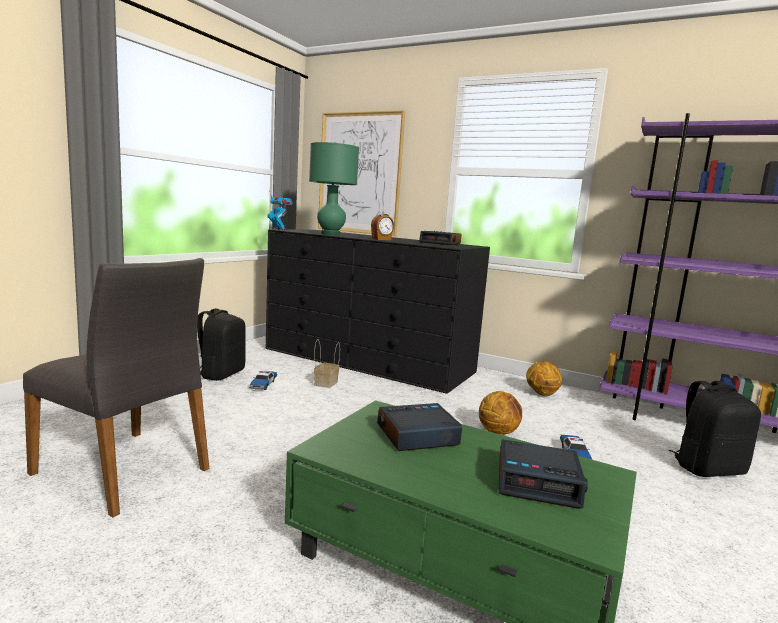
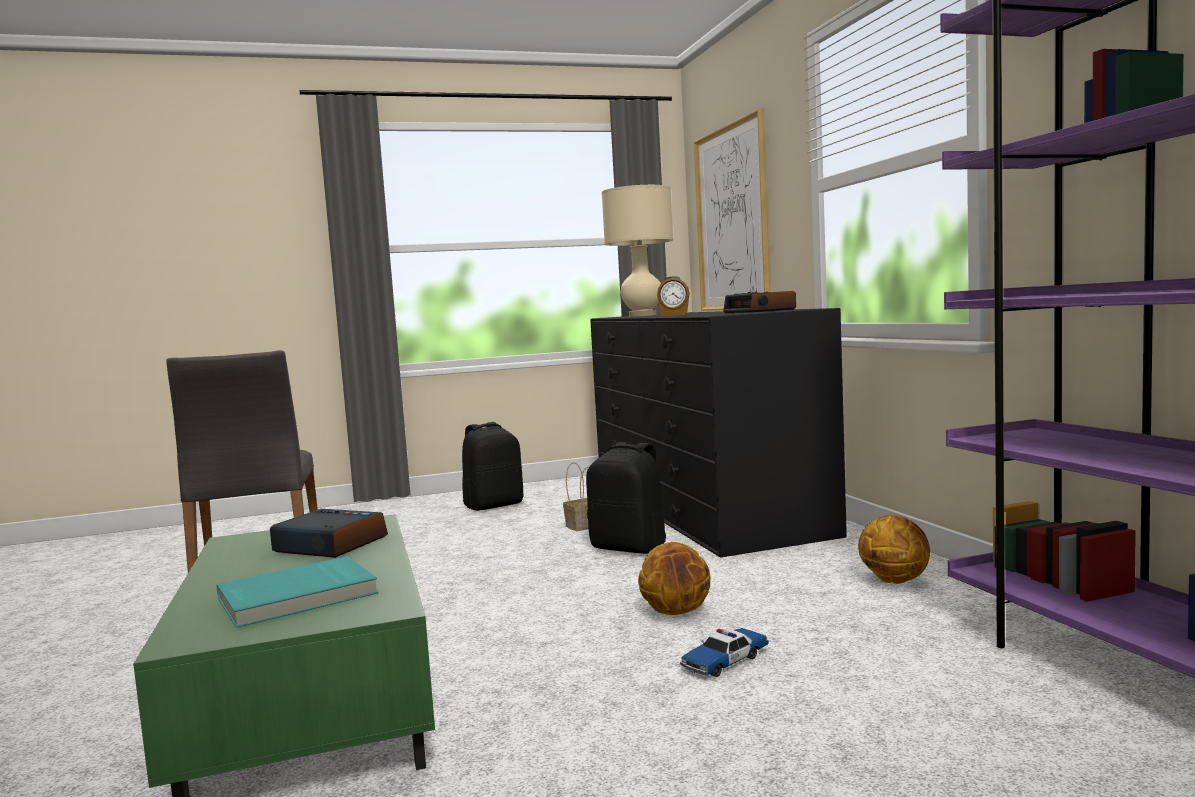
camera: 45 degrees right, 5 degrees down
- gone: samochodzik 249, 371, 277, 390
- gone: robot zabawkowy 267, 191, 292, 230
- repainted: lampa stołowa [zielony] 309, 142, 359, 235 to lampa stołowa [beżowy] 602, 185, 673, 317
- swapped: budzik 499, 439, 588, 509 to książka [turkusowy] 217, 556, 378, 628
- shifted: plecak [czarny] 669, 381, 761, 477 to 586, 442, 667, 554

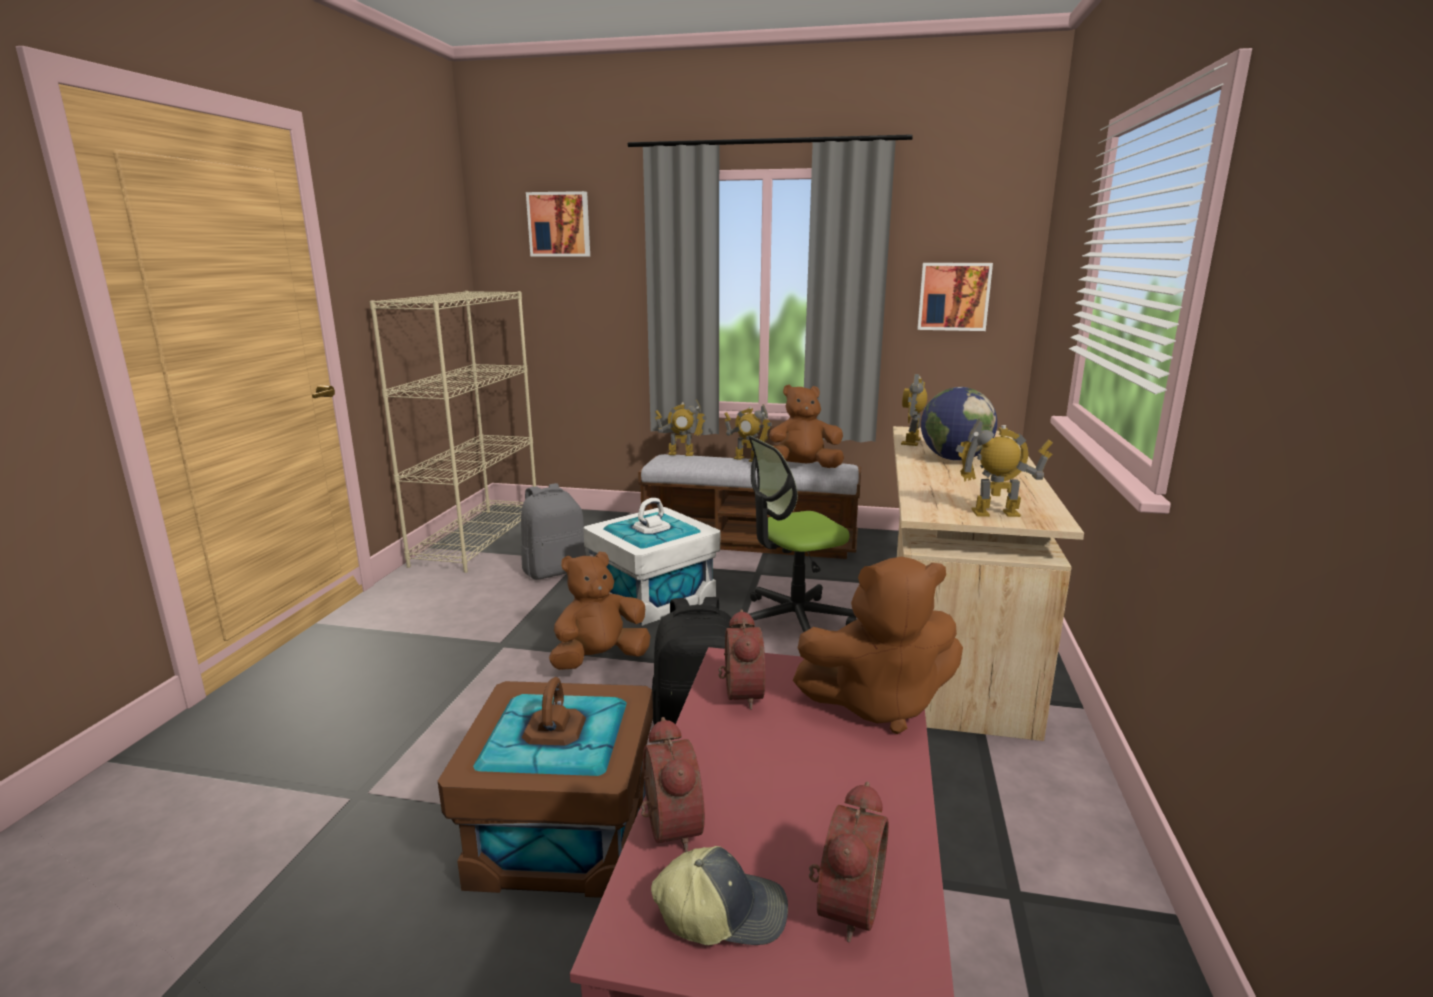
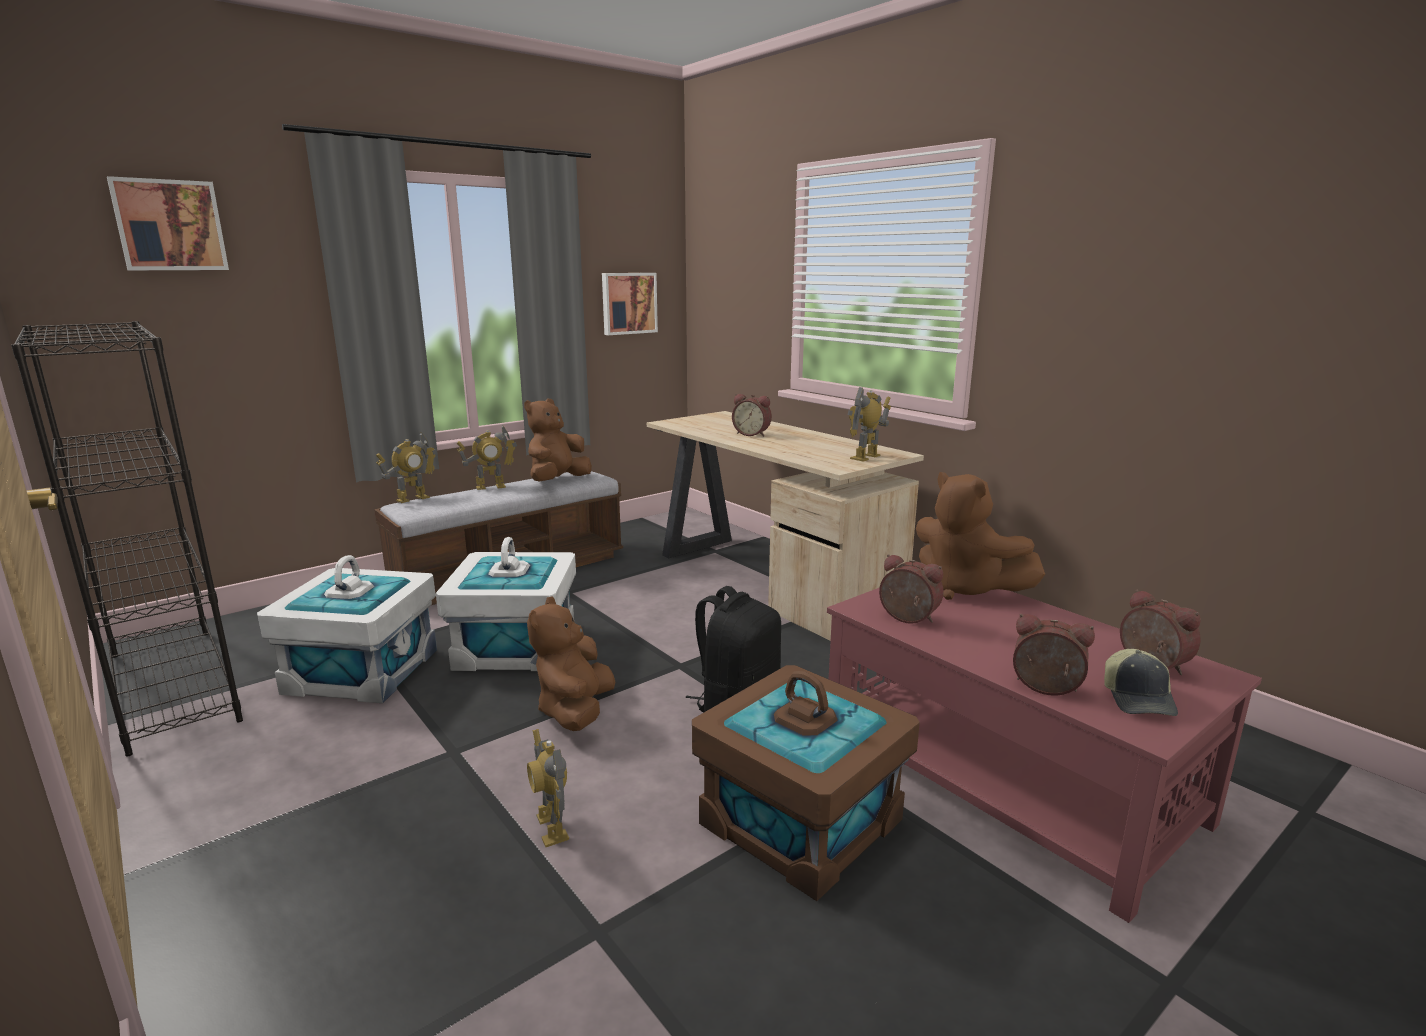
camera: 50 degrees left, 0 degrees up
- repainted: regał [beżowy] 370, 291, 536, 573 to regał [czarny] 11, 321, 243, 757
- swapped: plecak [szary] 521, 483, 586, 580 to pojemnik do przechowywania [biały] 257, 555, 437, 703
- rotated: czapka z daszkiem 651, 846, 788, 945 = 1104, 649, 1178, 716 150 degrees clockwise
- gone: krzesło biurowe 748, 435, 857, 632
- rotated: pluszak [brązowy] 793, 557, 963, 734 = 916, 472, 1045, 600 105 degrees clockwise
- shifted: robot zabawkowy 901, 374, 927, 446 to 527, 729, 569, 847
- swapped: globus 921, 387, 997, 461 to budzik 732, 394, 772, 437

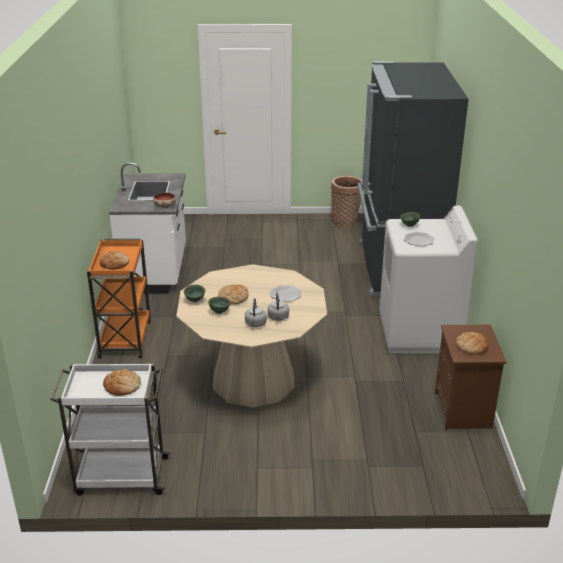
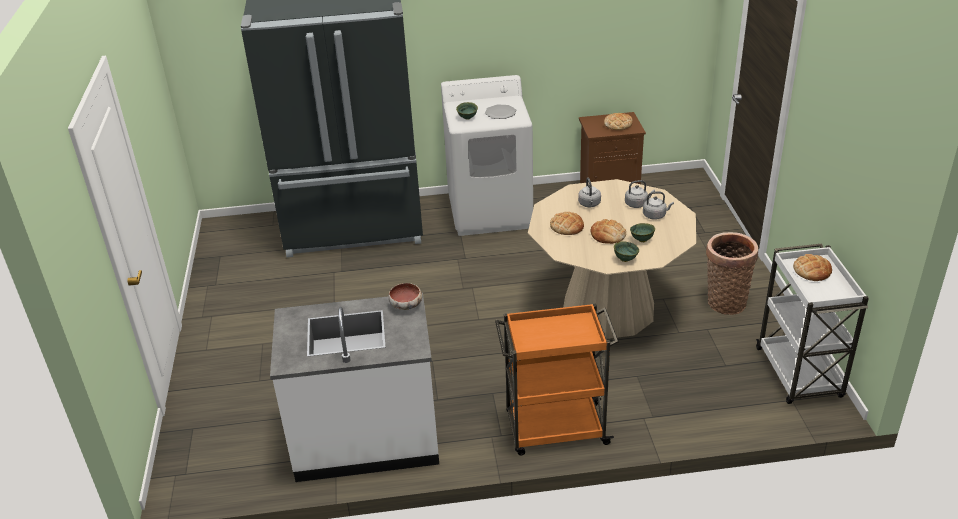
camera: 95 degrees left, 5 degrees up
- shifted: chleb 99, 251, 130, 270 to 550, 212, 584, 235
- swapped: talerz 271, 285, 301, 302 to czajnik [szary] 578, 178, 601, 207
- shifted: koszyk 331, 176, 364, 228 to 706, 232, 758, 315

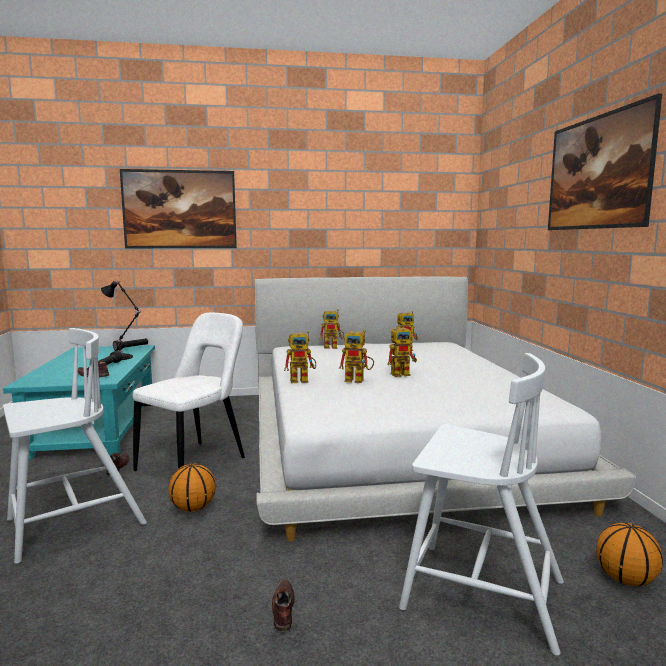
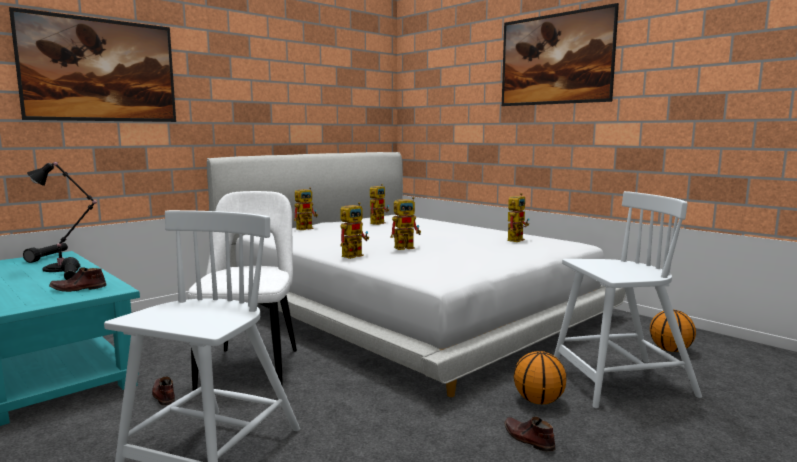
camera: 35 degrees left, 0 degrees up
- shifted: piłka do koszykówki 168, 464, 216, 512 to 514, 351, 566, 404
- shifted: robot zabawkowy 388, 326, 417, 377 to 508, 193, 530, 242

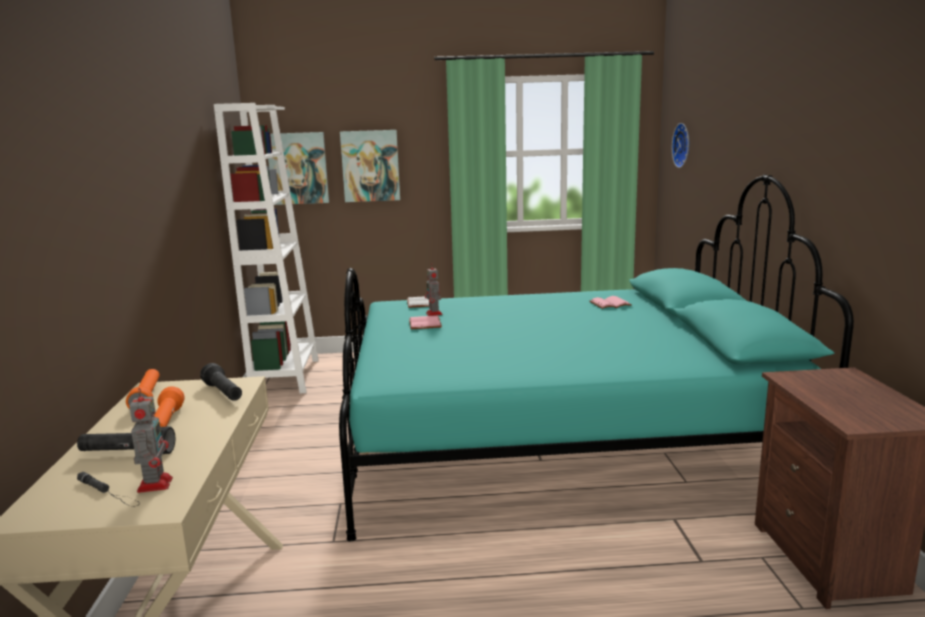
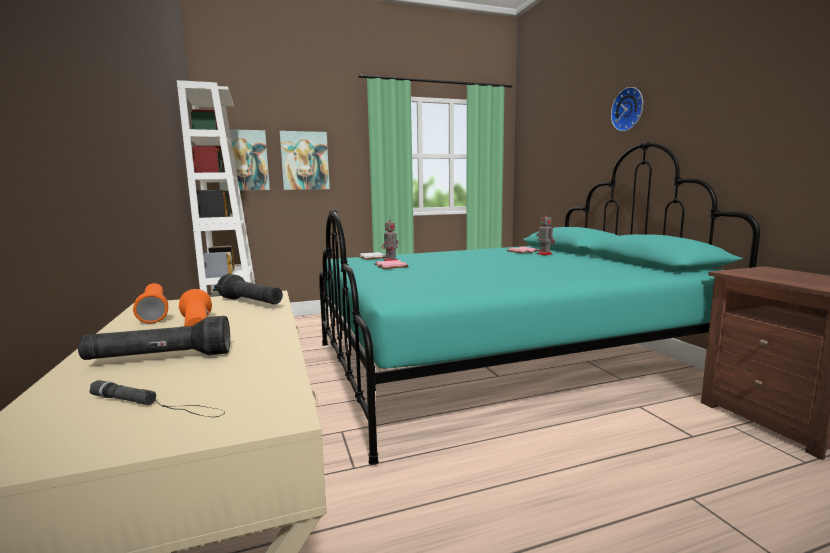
camera: 15 degrees left, 5 degrees down
- shifted: robot zabawkowy 129, 388, 173, 493 to 537, 212, 555, 255
- shifted: zegar ścienny 672, 123, 689, 168 to 611, 87, 643, 131

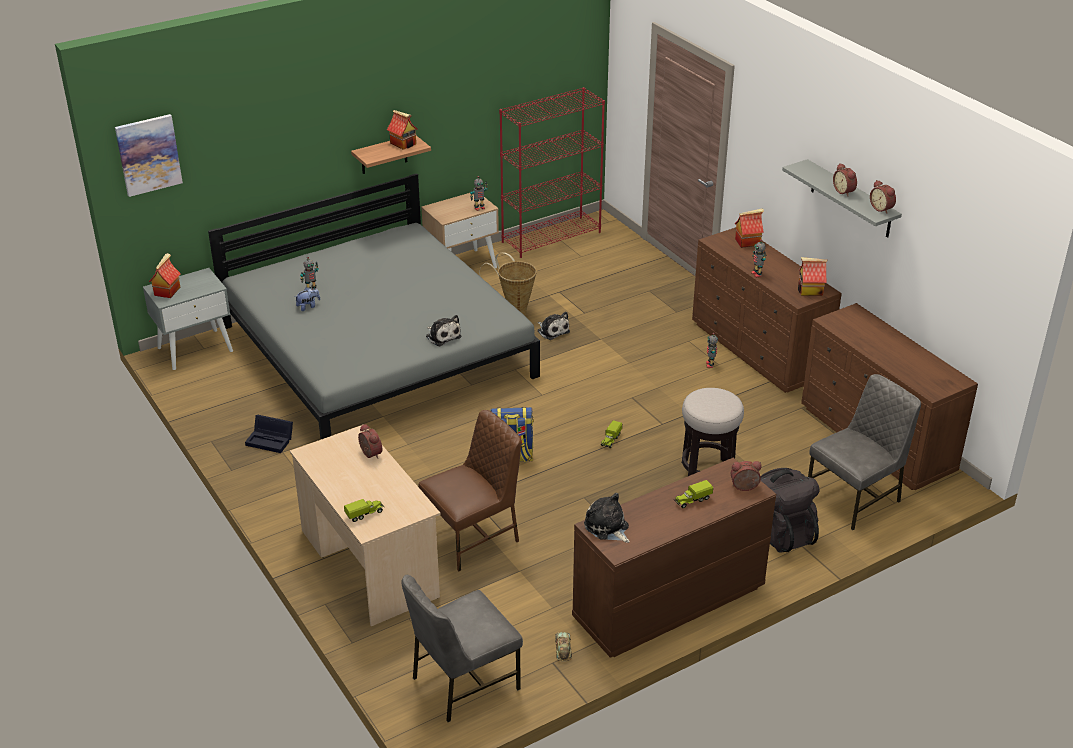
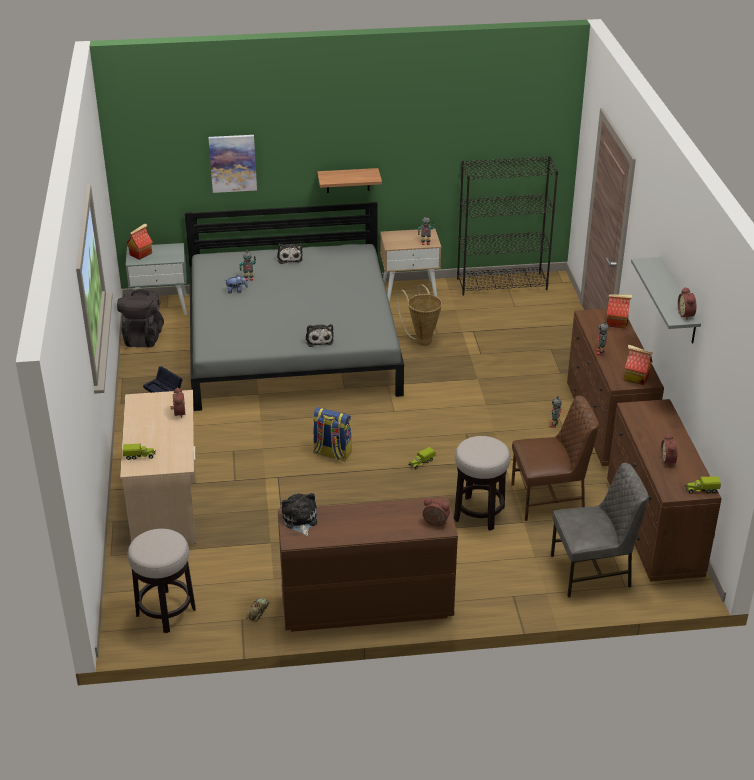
camera: 25 degrees right, 0 degrees up
- shifted: obraz 115, 114, 183, 197 to 208, 135, 257, 193
- gone: domek 387, 110, 418, 150
- swapped: krzesło [szary] 401, 575, 523, 722 to stołek 128, 529, 196, 633
- shifted: krzesło [brązowy] 418, 410, 521, 571 to 511, 395, 599, 521
- repainted: regał [czerwony] 499, 87, 605, 258 to regał [czarny] 457, 156, 558, 296
- shifted: pluszak 538, 312, 570, 340 to 277, 244, 303, 264
- shifted: ciężarówka zabawkowa 674, 480, 713, 508 to 685, 476, 721, 494
- shifted: plecak [czarny] 761, 468, 819, 553 to 117, 289, 164, 347
- shifted: budzik 833, 163, 857, 196 to 661, 433, 678, 466

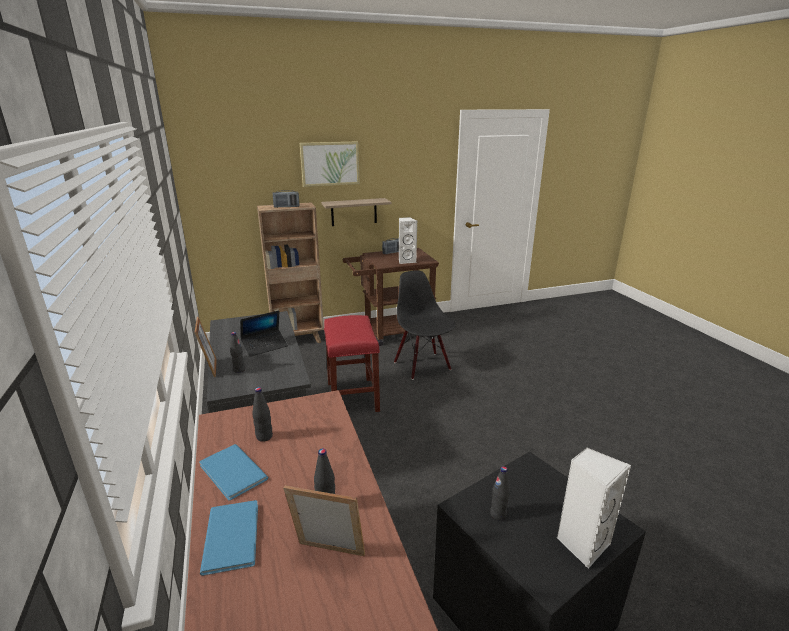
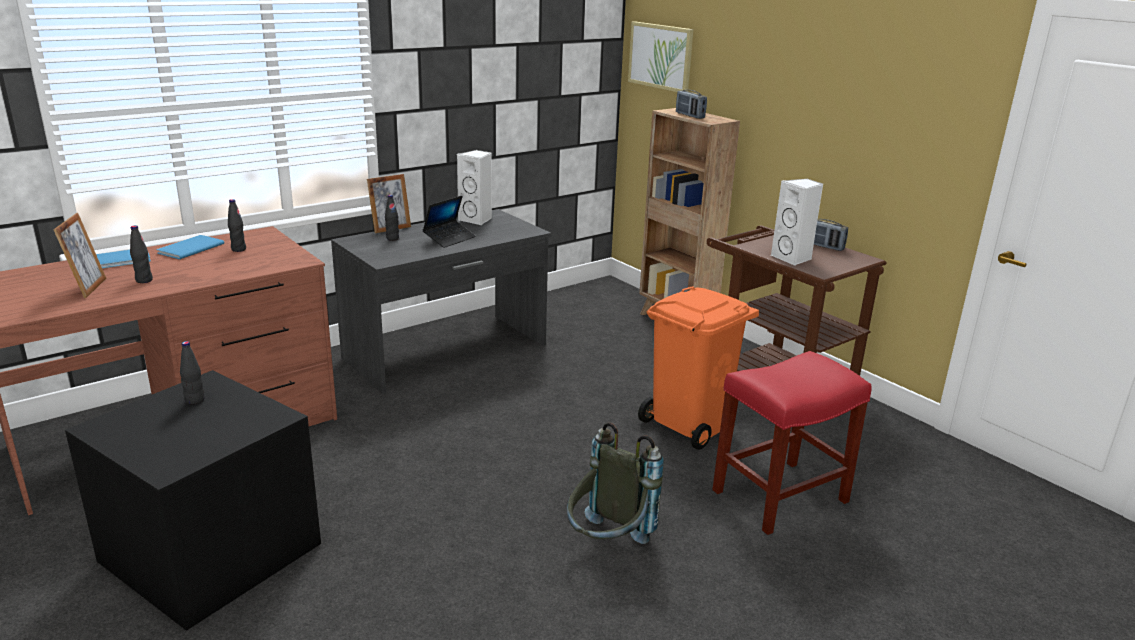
camera: 70 degrees right, 0 degrees up
- rotated: laptop 240, 310, 288, 357 = 423, 196, 476, 248 90 degrees counterclockwise
- shifted: obraz 300, 141, 360, 187 to 628, 21, 693, 92
- gone: półka 321, 198, 392, 226
- shifted: stołek [czerwony] 324, 315, 380, 412 to 712, 351, 871, 535
- swapped: krzesło [czarny] 394, 270, 456, 380 to kosz na śmieci [pomarańczowy] 638, 286, 759, 450
- shifted: głośnik [biały] 556, 447, 631, 569 to 457, 150, 492, 225
- new: plecak [szary] 567, 423, 664, 544

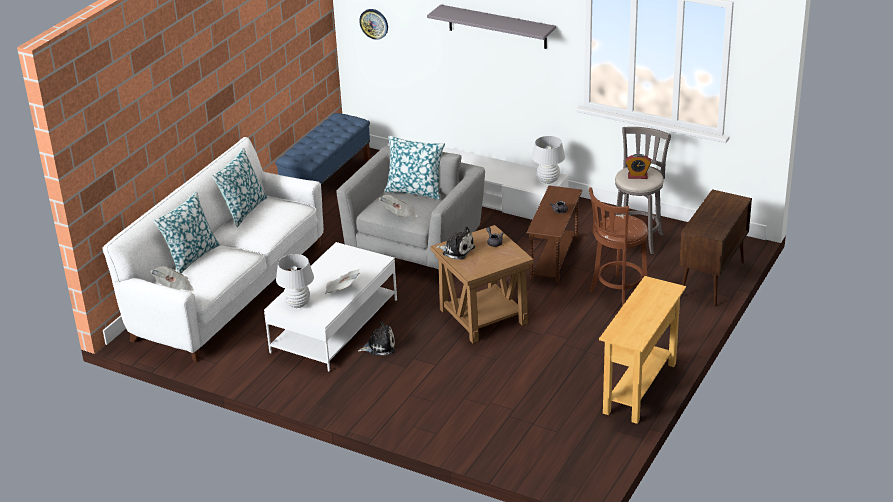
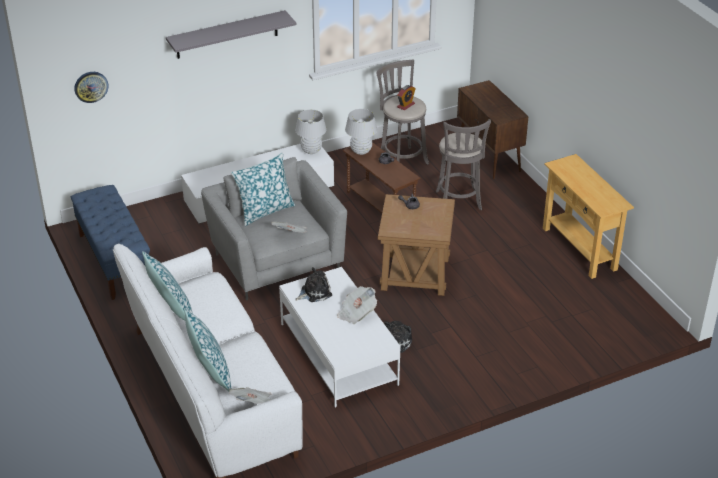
camera: 55 degrees left, 5 degrees up
- shifted: lampa stołowa [biały] 276, 254, 314, 308 to 345, 109, 377, 155
- shifted: pluszak 436, 227, 475, 260 to 295, 267, 332, 302
- repainted: stołek [brązowy] 589, 187, 648, 306 to stołek [szary] 436, 119, 491, 210

